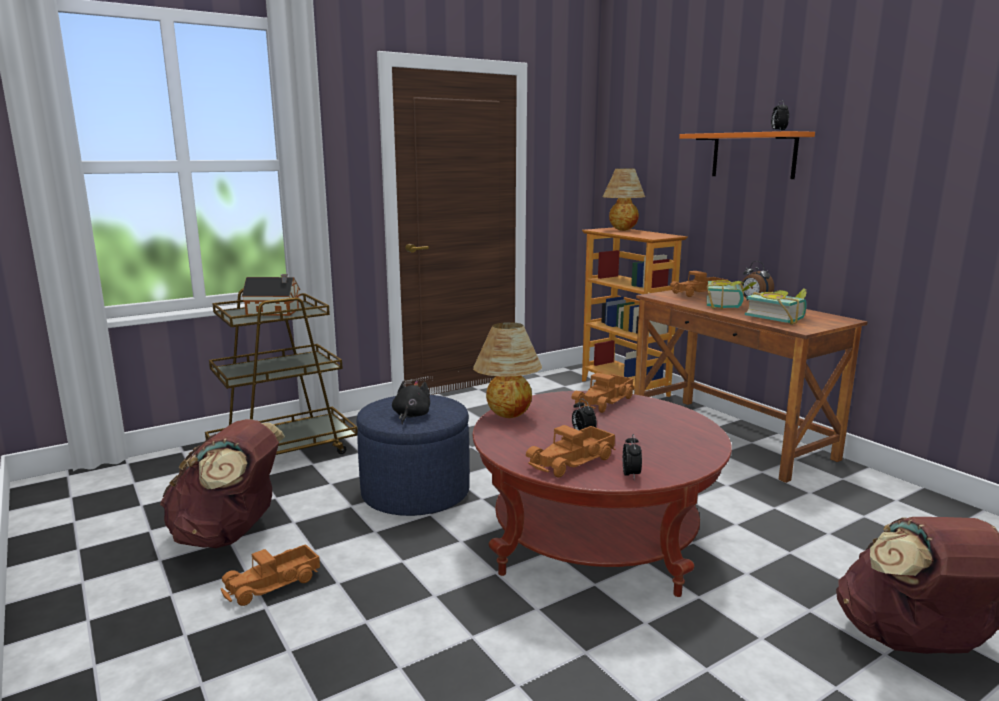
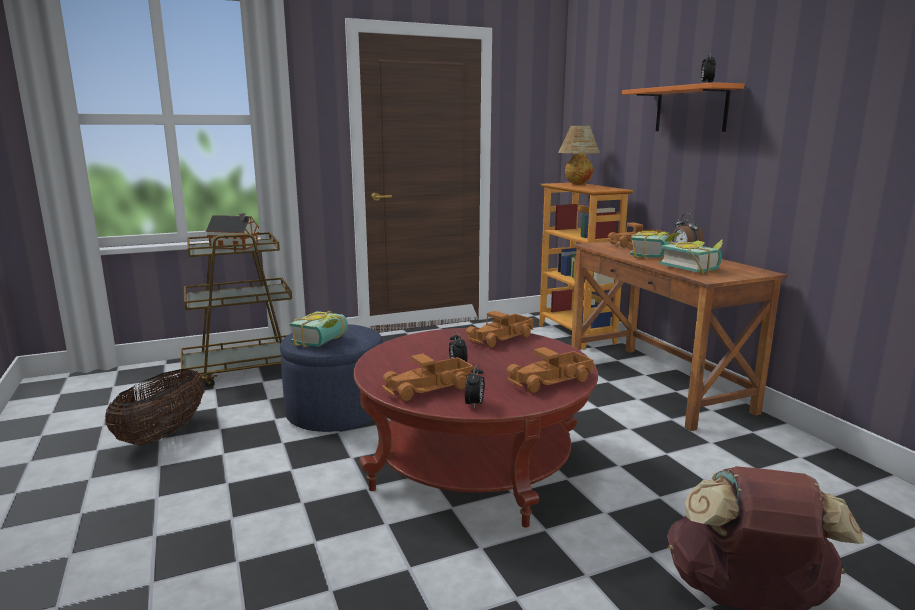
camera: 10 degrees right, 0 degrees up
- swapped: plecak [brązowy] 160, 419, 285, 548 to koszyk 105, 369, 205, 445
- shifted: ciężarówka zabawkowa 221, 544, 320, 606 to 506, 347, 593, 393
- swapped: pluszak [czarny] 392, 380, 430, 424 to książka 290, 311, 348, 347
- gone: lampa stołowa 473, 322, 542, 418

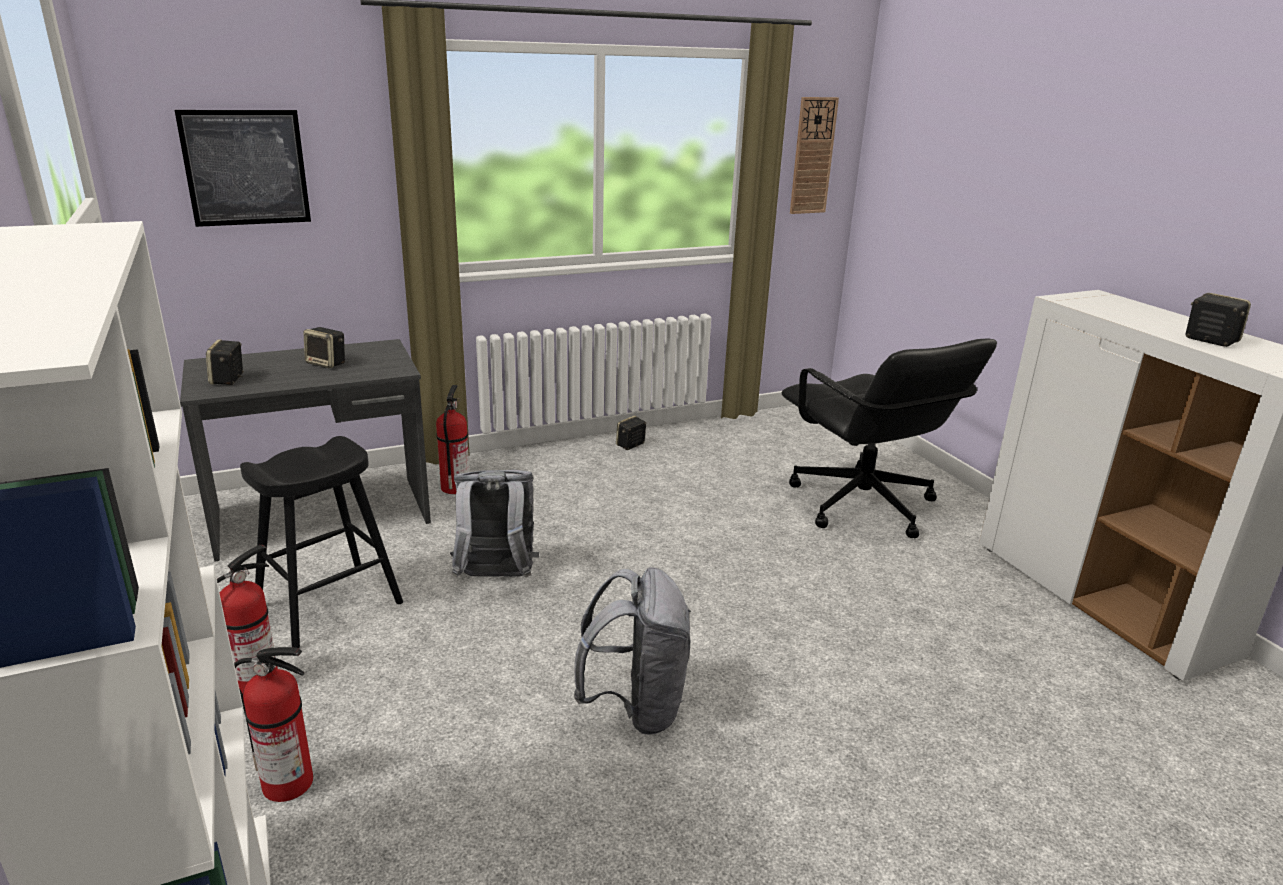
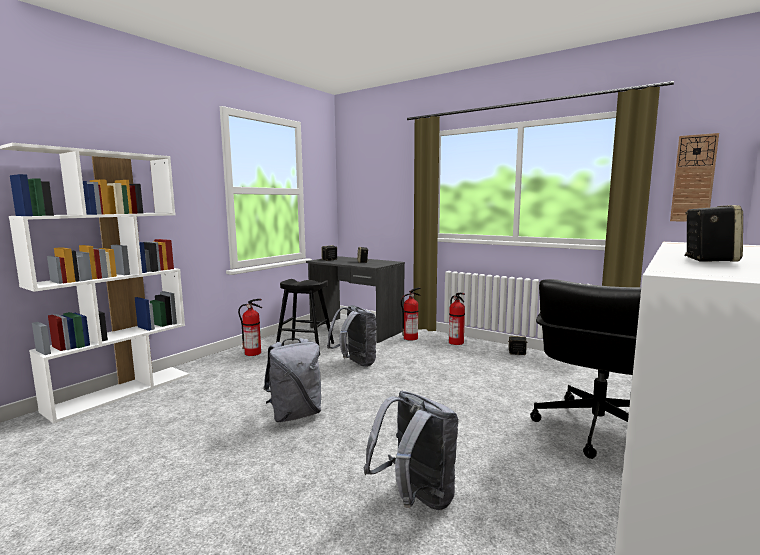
camera: 60 degrees right, 15 degrees down
- gone: obraz 175, 110, 311, 227
- shifted: gaśnica 234, 647, 313, 802 to 449, 293, 465, 345
- new: plecak [szary] 364, 391, 459, 510

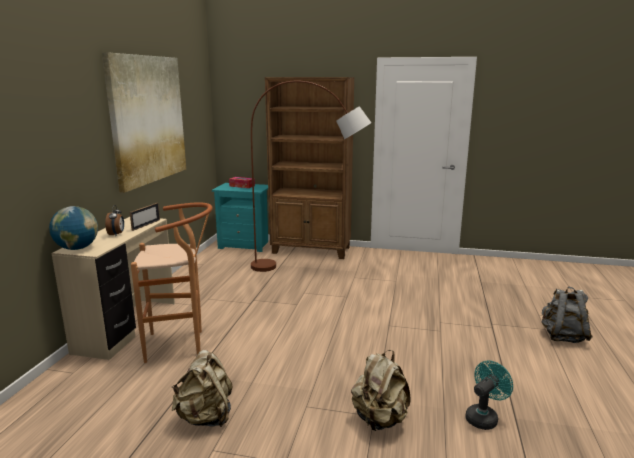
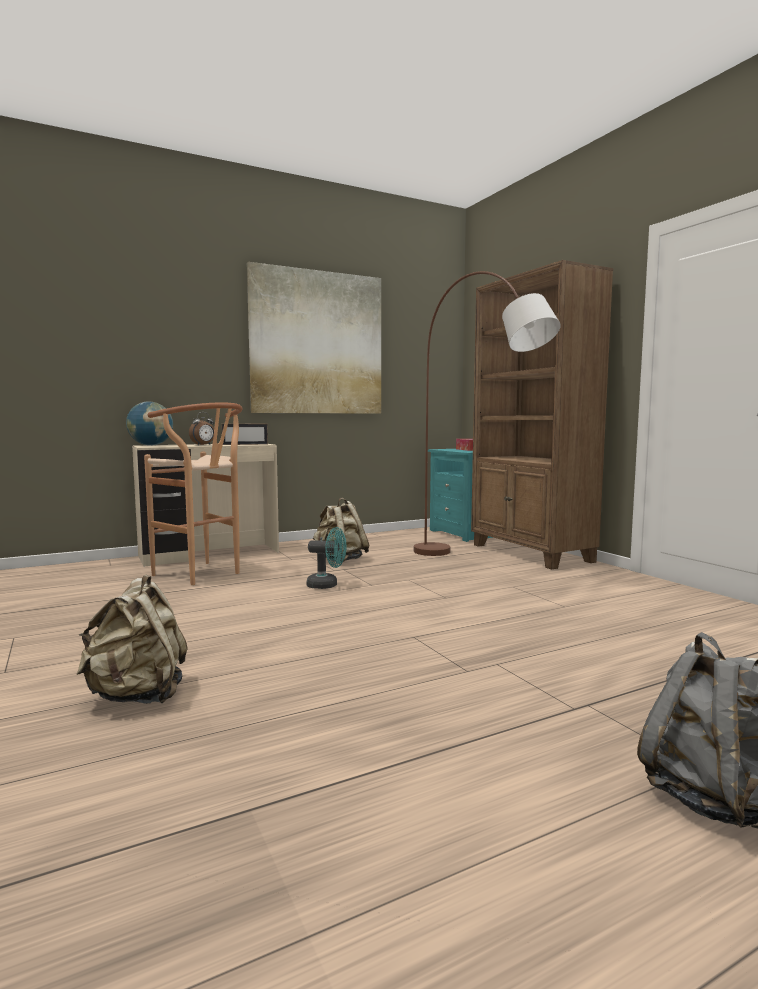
camera: 50 degrees right, 10 degrees down
- shifted: plecak [beżowy] 172, 350, 233, 427 to 313, 498, 369, 563
- shifted: wentylator [turkusowy] 465, 361, 513, 430 to 306, 527, 347, 589

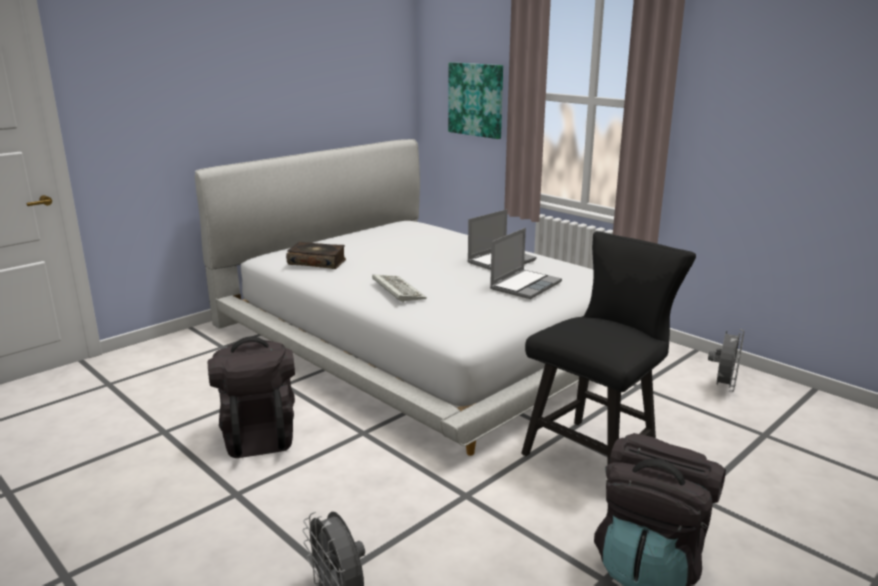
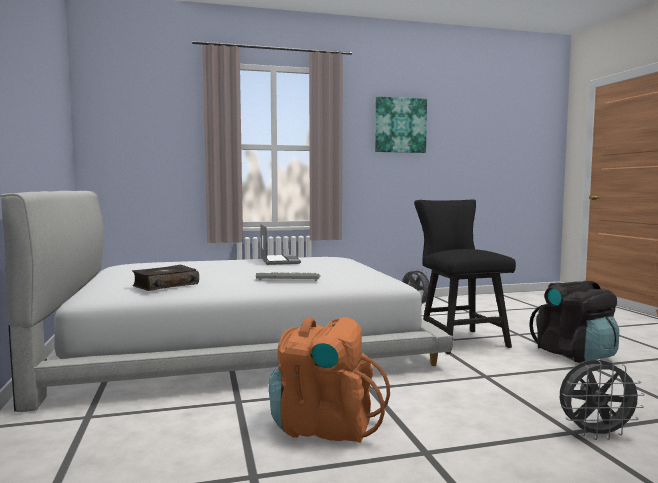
camera: 60 degrees left, 15 degrees down
- repainted: plecak [czarny] 208, 336, 295, 458 to plecak [pomarańczowy] 269, 317, 390, 443
- shifted: obraz 448, 62, 503, 139 to 375, 96, 427, 153
- gone: laptop 490, 228, 562, 299

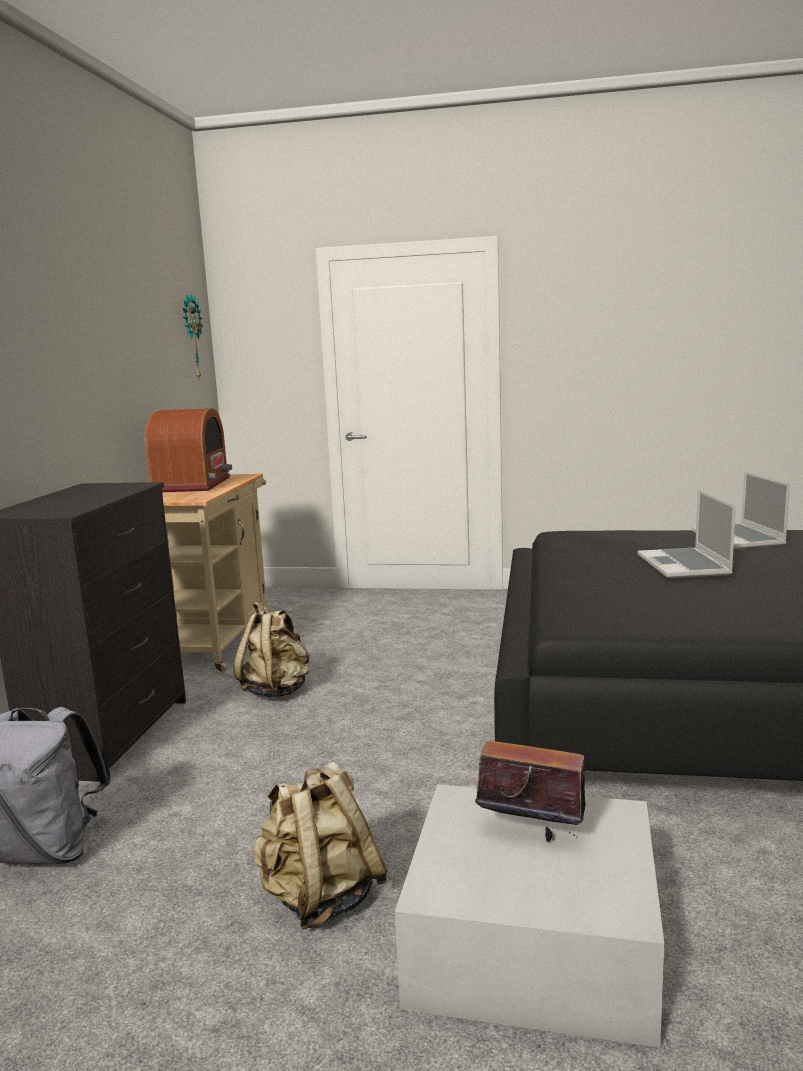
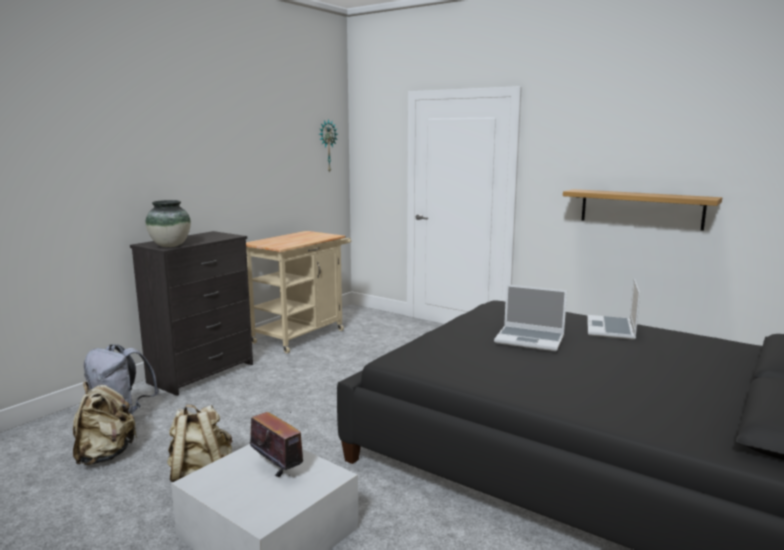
camera: 25 degrees right, 0 degrees up
- gone: radio 145, 408, 232, 492
- shifted: plecak [beżowy] 233, 602, 310, 698 to 73, 381, 138, 465
- rotated: laptop 638, 489, 736, 578 = 494, 284, 567, 351 90 degrees counterclockwise
- new: wazon 146, 200, 191, 247
- new: półka 563, 189, 722, 231

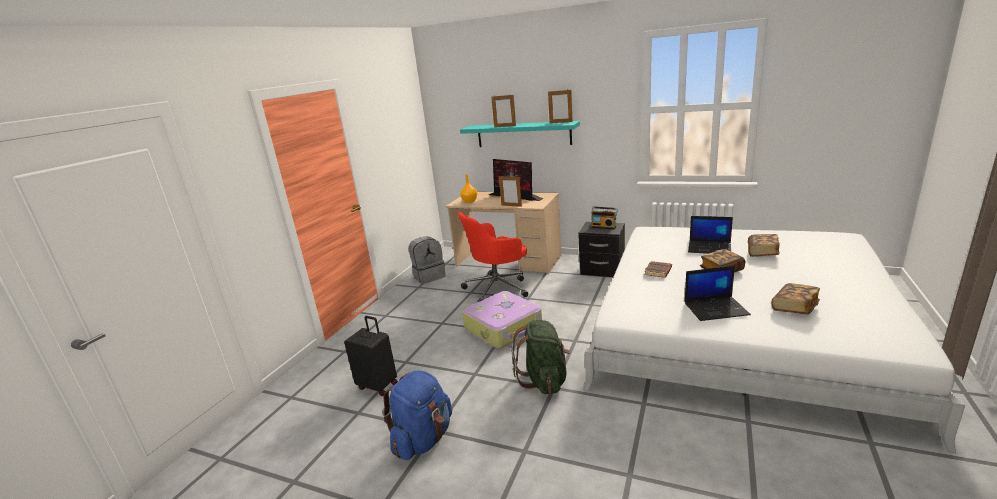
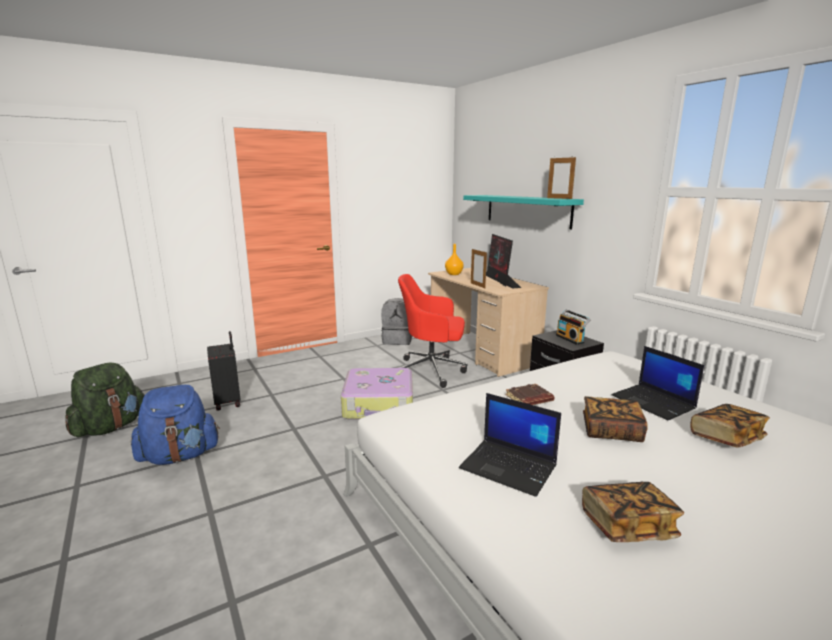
camera: 35 degrees right, 5 degrees down
- gone: ramka na zdjęcie 491, 95, 516, 127
- shifted: plecak [zielony] 511, 320, 571, 395 to 65, 363, 145, 437

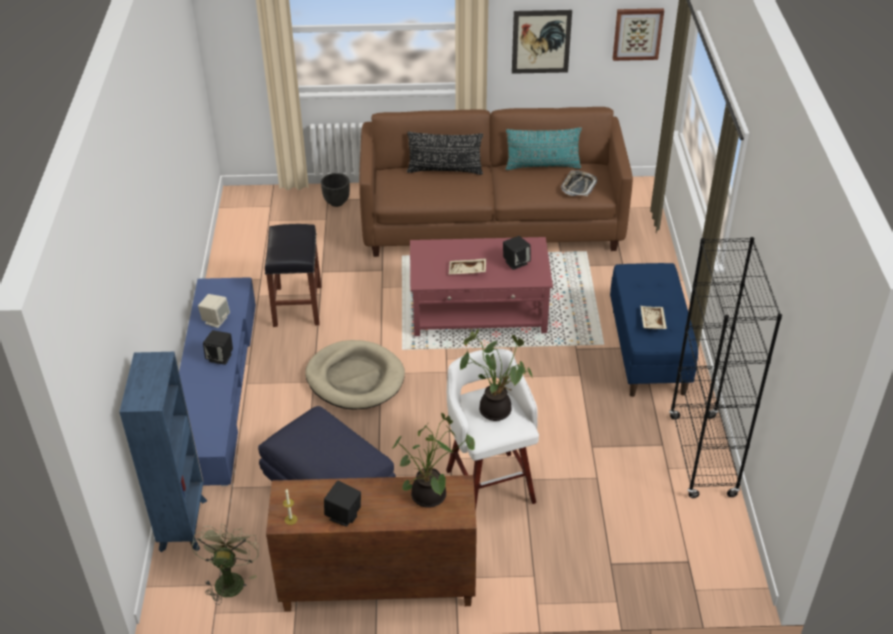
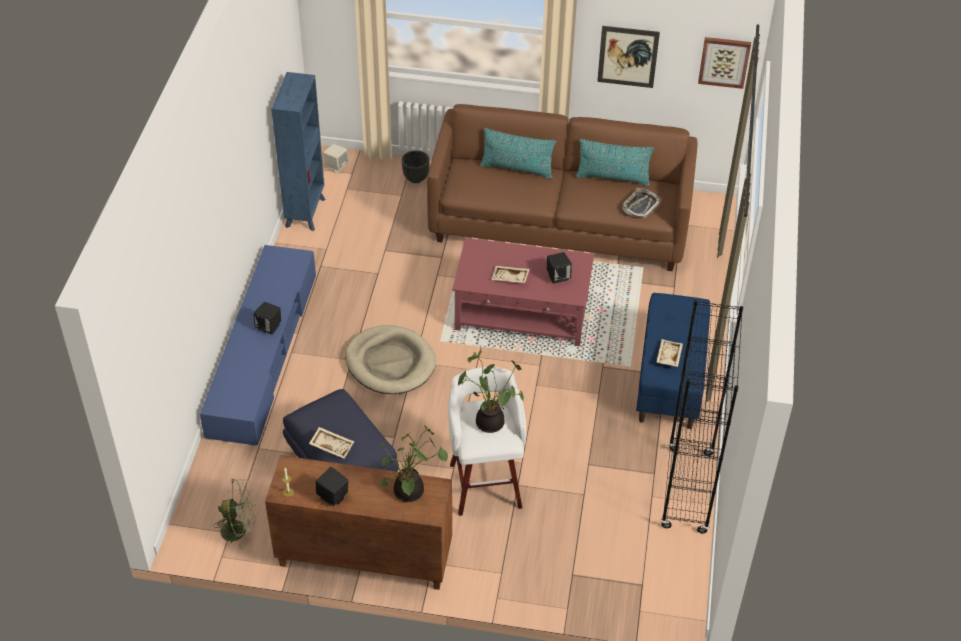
camera: 10 degrees right, 5 degrees up
- shifted: regał [niebieski] 120, 352, 207, 552 to 271, 72, 326, 231
- rotated: wentylator [zielony] 192, 524, 259, 605 = 213, 479, 255, 549 75 degrees clockwise
- shifted: głośnik [beżowy] 198, 294, 230, 328 to 323, 144, 349, 173
- gone: stołek [czarny] 265, 224, 321, 327
- repainted: poduszka [czarny] 407, 132, 483, 175 to poduszka [turkusowy] 480, 128, 556, 179
- new: taca [beżowy] 309, 427, 354, 459

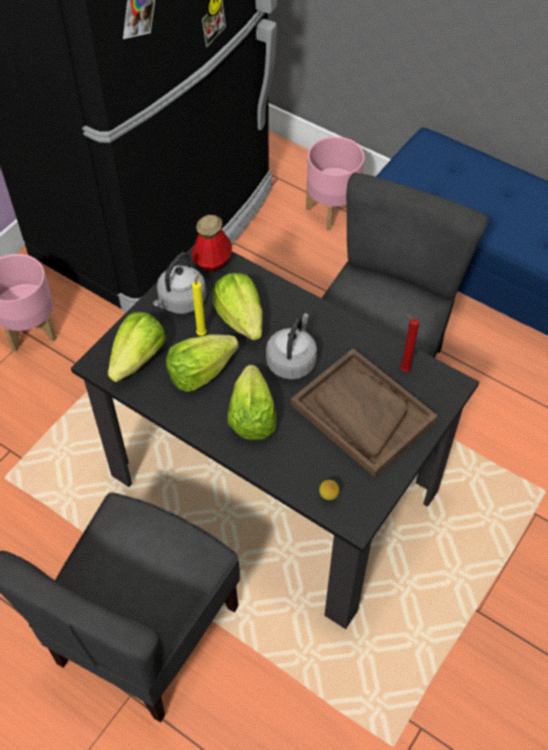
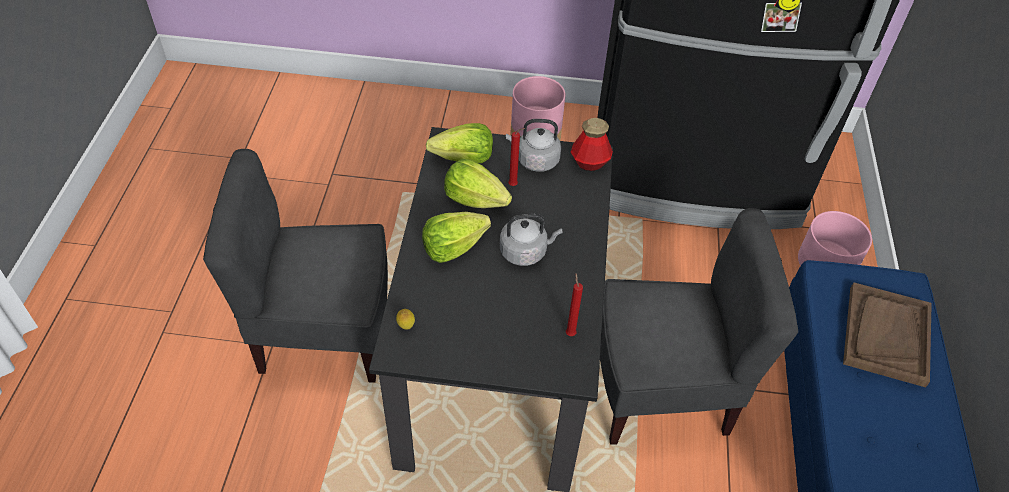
camera: 60 degrees right, 5 degrees down
- repainted: świeca [żółty] 192, 272, 207, 336 to świeca [czerwony] 508, 128, 525, 186
- gone: sałata 213, 273, 263, 340
- shifted: taca [brązowy] 291, 348, 438, 477 to 843, 282, 932, 387

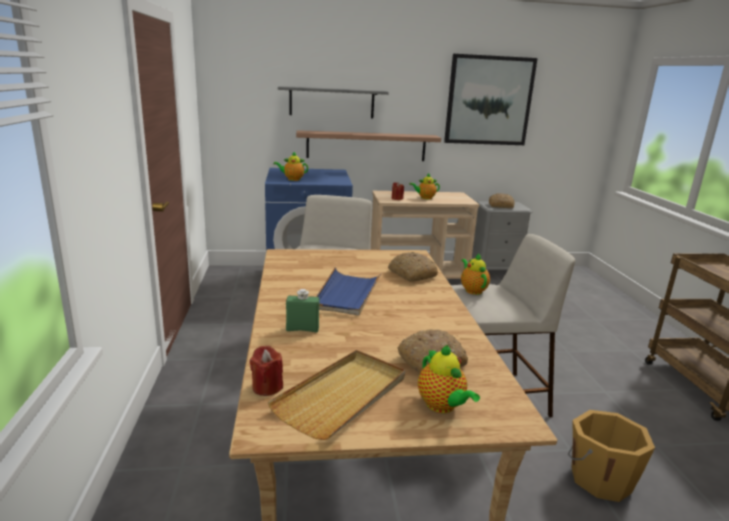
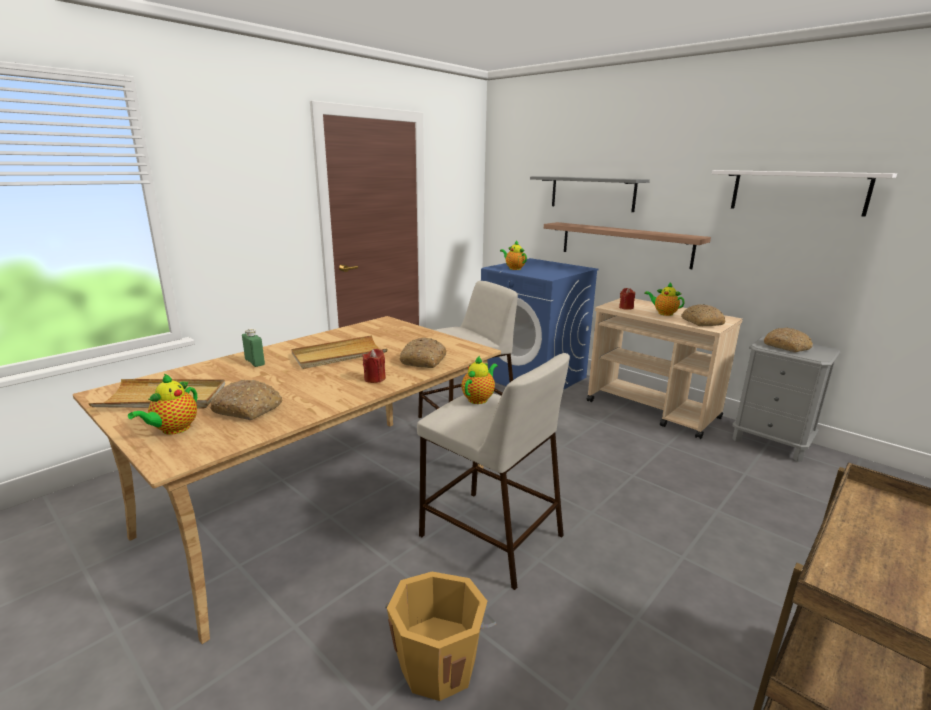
camera: 50 degrees right, 0 degrees up
- shifted: świeca [czerwony] 250, 346, 283, 396 to 362, 349, 386, 383
- repainted: taca [niebieski] 316, 267, 381, 316 to taca [beżowy] 291, 335, 387, 369
- swapped: obraz 444, 54, 538, 145 to półka [biały] 712, 170, 897, 217
- new: chleb 681, 304, 726, 326

